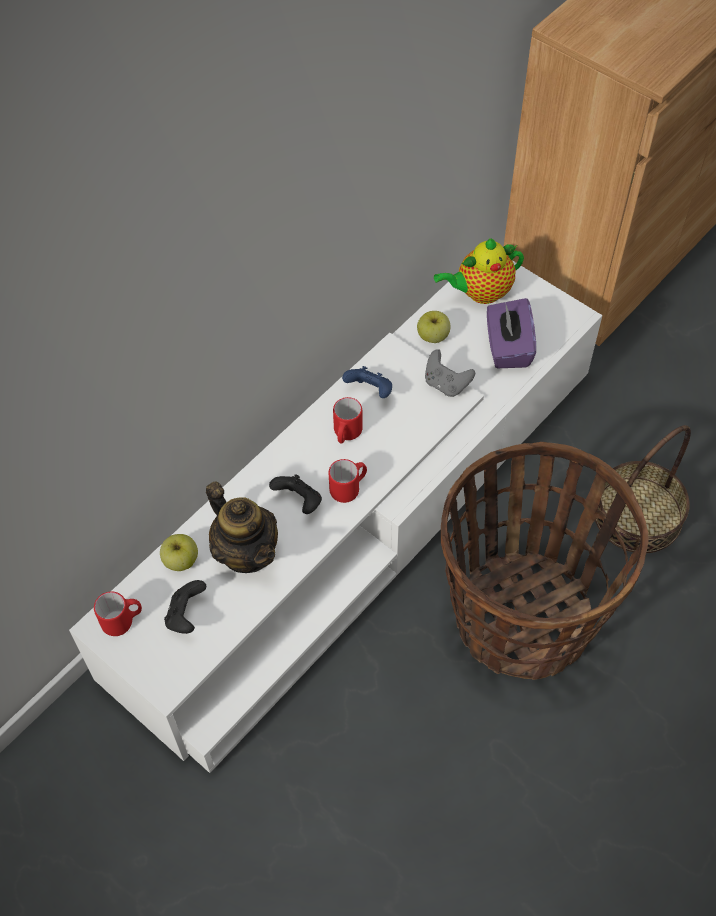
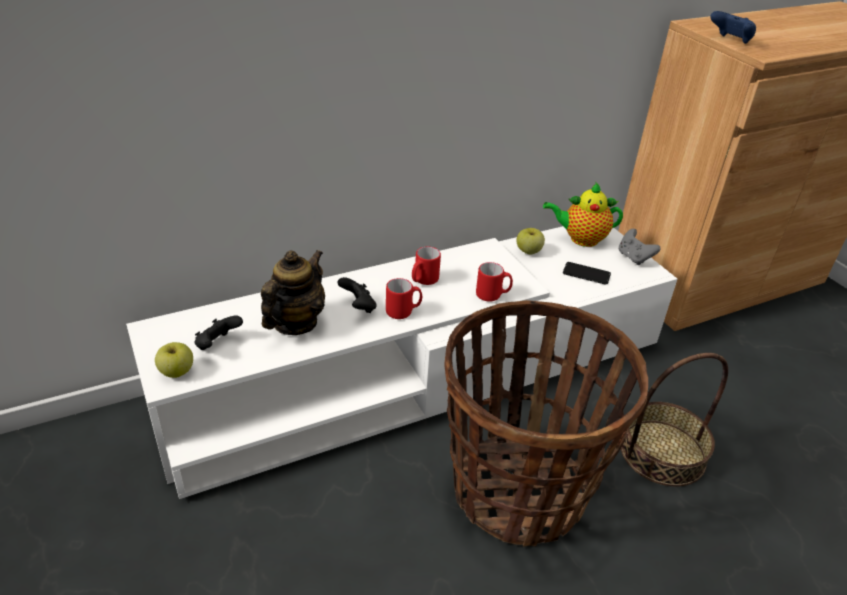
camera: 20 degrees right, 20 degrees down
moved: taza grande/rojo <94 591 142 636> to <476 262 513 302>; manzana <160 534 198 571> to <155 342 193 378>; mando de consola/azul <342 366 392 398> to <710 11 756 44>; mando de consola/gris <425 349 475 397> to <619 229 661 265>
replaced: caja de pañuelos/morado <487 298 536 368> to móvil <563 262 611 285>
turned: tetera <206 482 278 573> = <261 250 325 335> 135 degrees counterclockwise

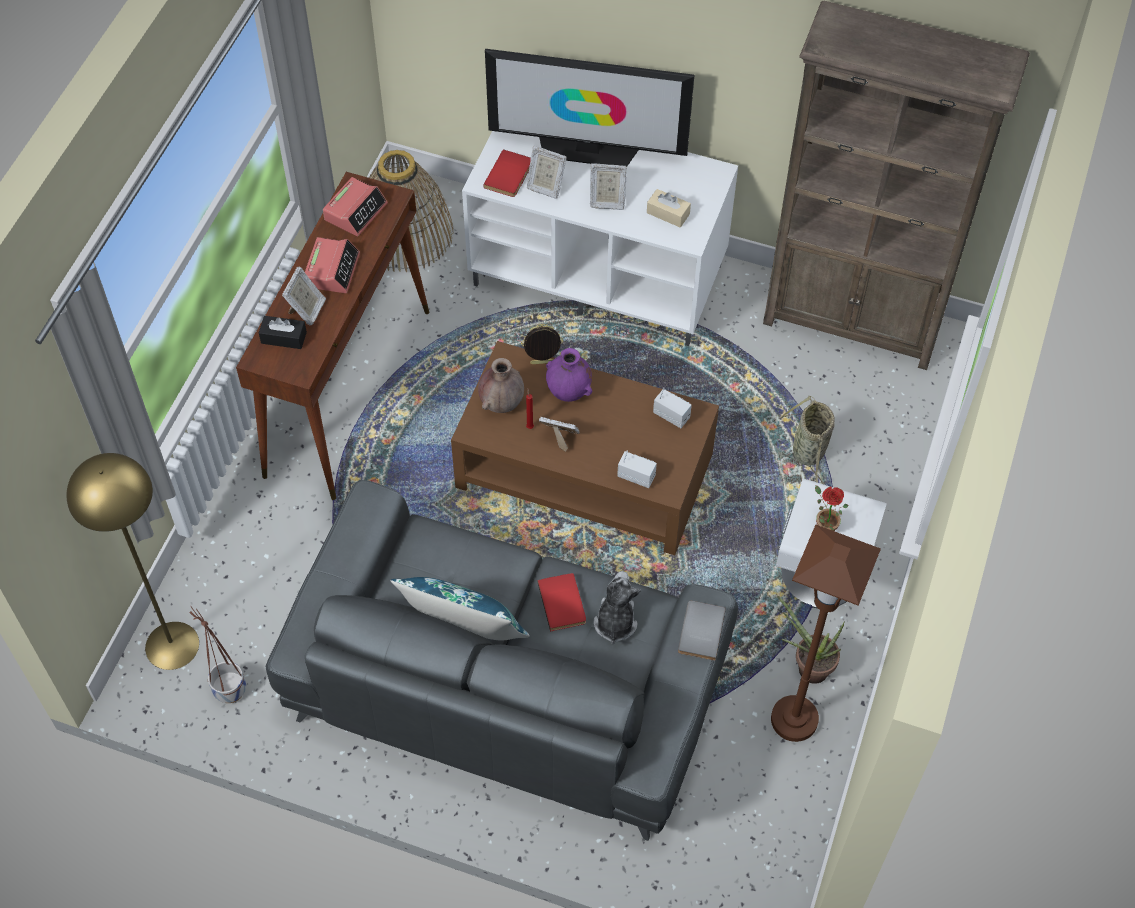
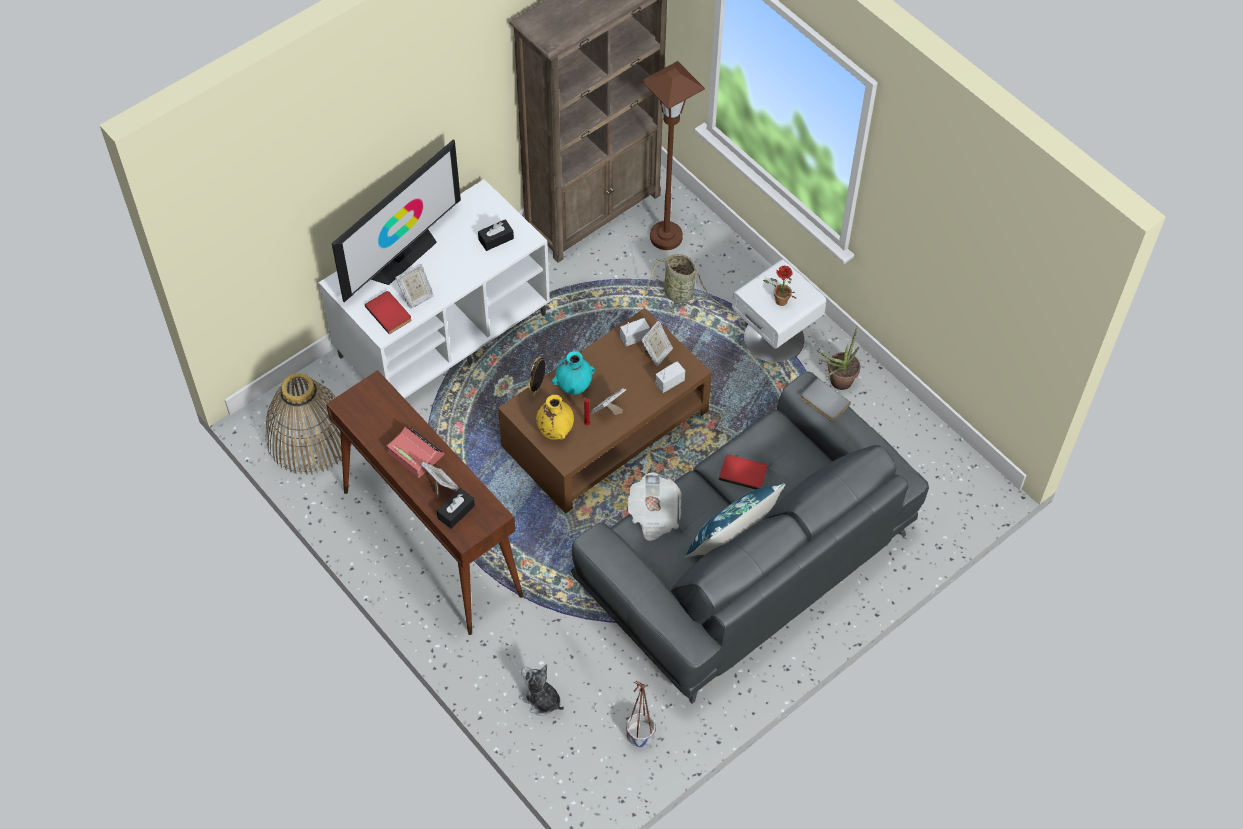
camera: 60 degrees left, 0 degrees up
removed: lámpara de pie/amarillo <67 453 199 670>; despertador <323 177 388 236>
added: periódico <627 472 681 541>
moved: portarretratos <590 163 627 210> to <641 321 673 366>; peluche <594 571 641 645> to <519 664 564 716>; lámpara de pie/marrón <771 524 881 742> to <641 61 705 250>
recoloured: florero/marrón <478 358 524 413> to florero/amarillo <536 395 574 440>; florero/morado <546 348 592 402> to florero/turquesa <552 351 595 395>; caja de pañuelos/beis <647 189 691 228> to caja de pañuelos/negro <478 219 514 251>

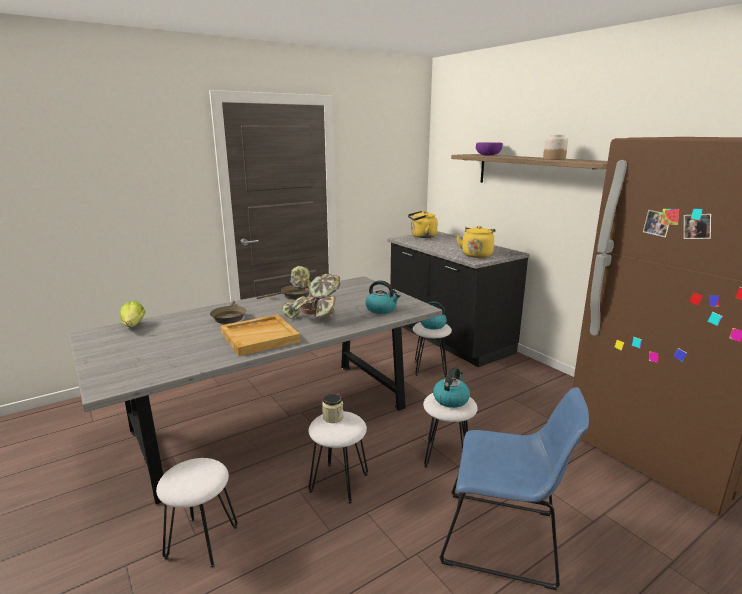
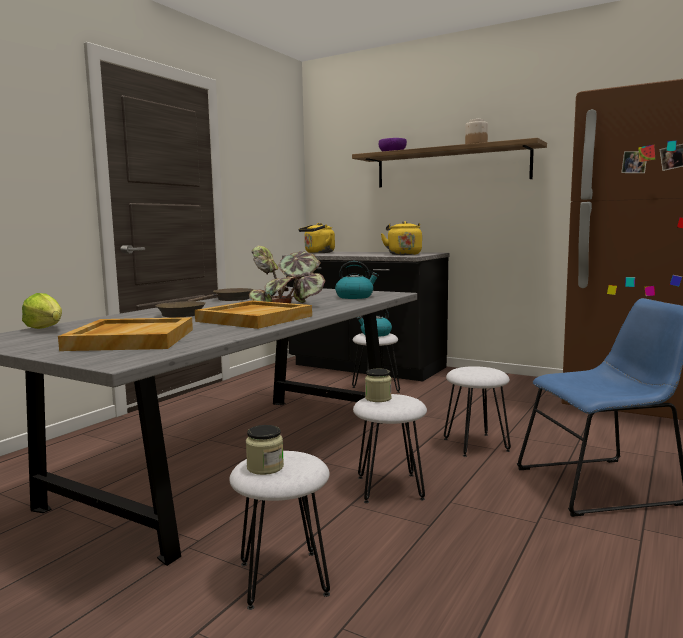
camera: 25 degrees left, 10 degrees down
removed: hervidor <433 367 470 408>
added: bandeja/beis <58 317 193 351>; tarro <246 425 284 475>

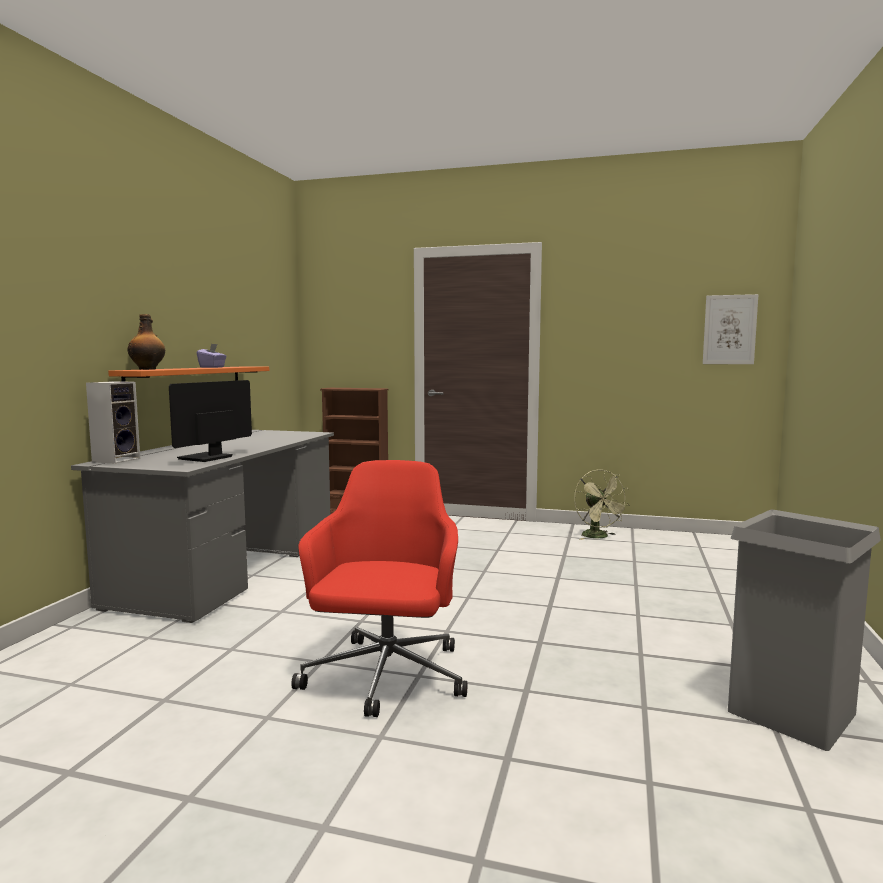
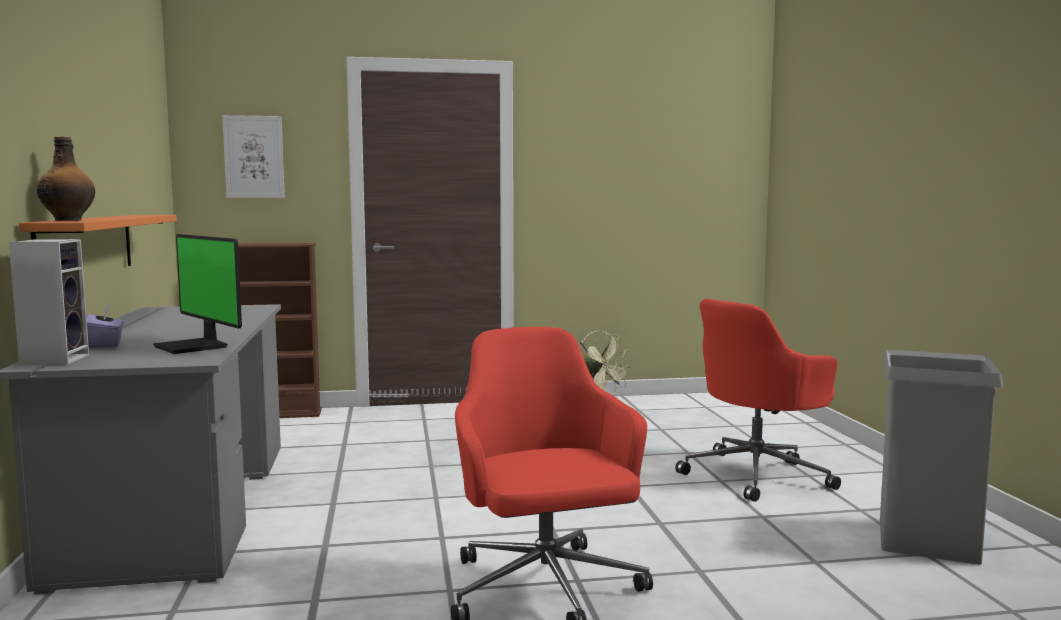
camera: 25 degrees left, 0 degrees up
added: silla de oficina/rojo <675 299 841 502>
moved: caja de pañuelos/morado <197 344 227 368> to <86 304 124 349>; cuadro <703 294 758 364> to <222 115 285 198>
turned: monitor <169 380 252 462> = <153 234 242 354> 45 degrees counterclockwise

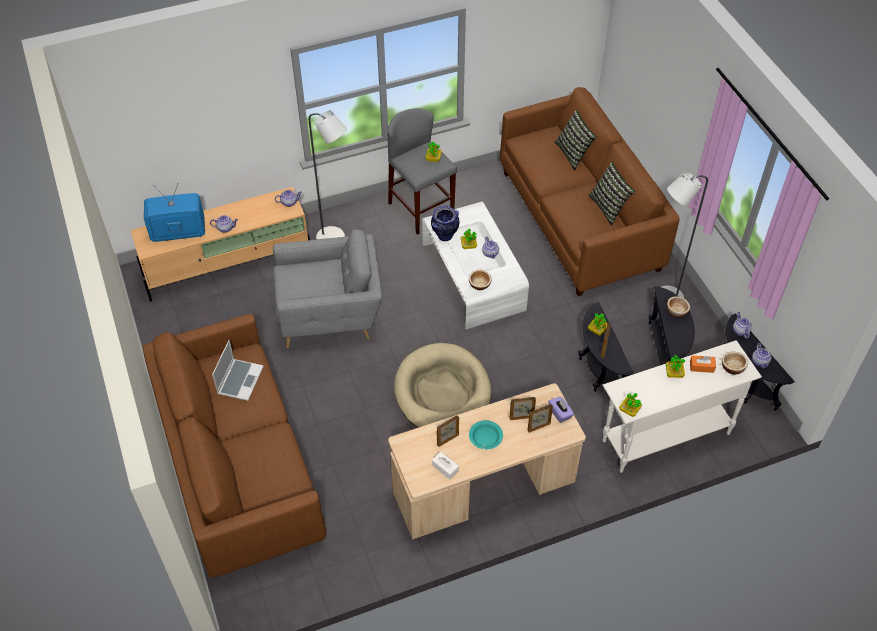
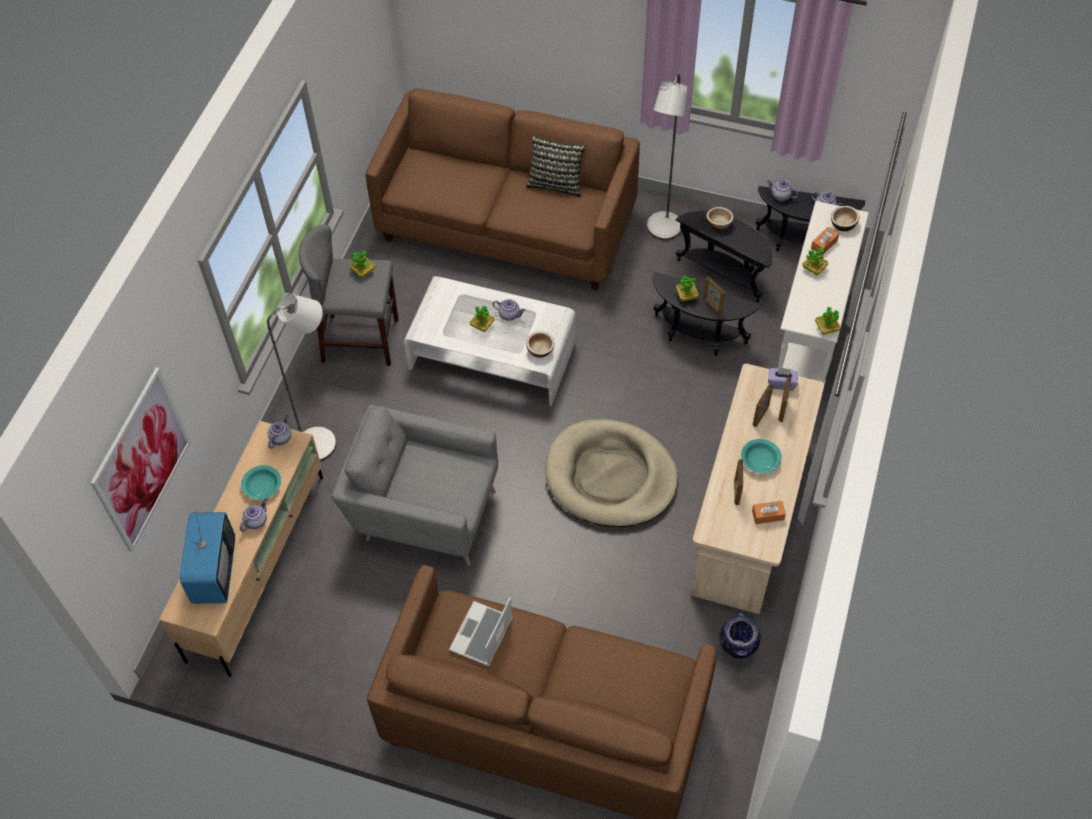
camera: 50 degrees left, 5 degrees up
removed: cojín <555 110 597 171>
added: cuadro <90 367 191 552>; cuenco/turquesa <241 465 281 500>
moved: florero <431 206 459 241> to <719 613 760 659>
recoloured: caja de pañuelos/blanco <432 452 459 480> to caja de pañuelos/naranja <752 501 786 524>
turned: televisor <144 184 205 242> = <180 510 235 603> 150 degrees clockwise; portátil <212 340 264 401> = <449 598 513 666> 120 degrees counterclockwise; sillón/gris <273 229 382 349> = <331 405 498 566> 105 degrees counterclockwise

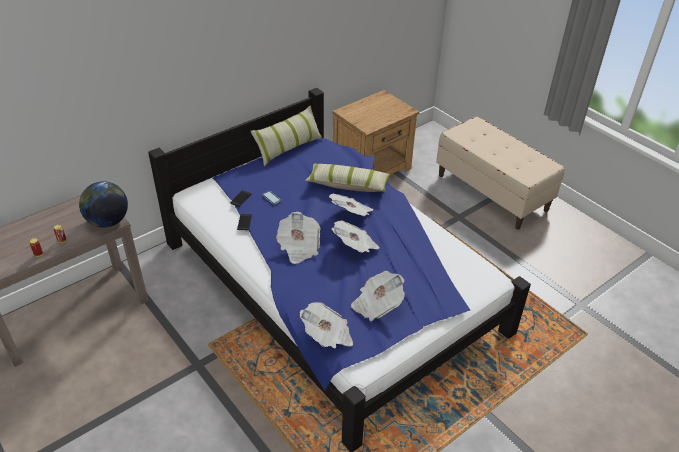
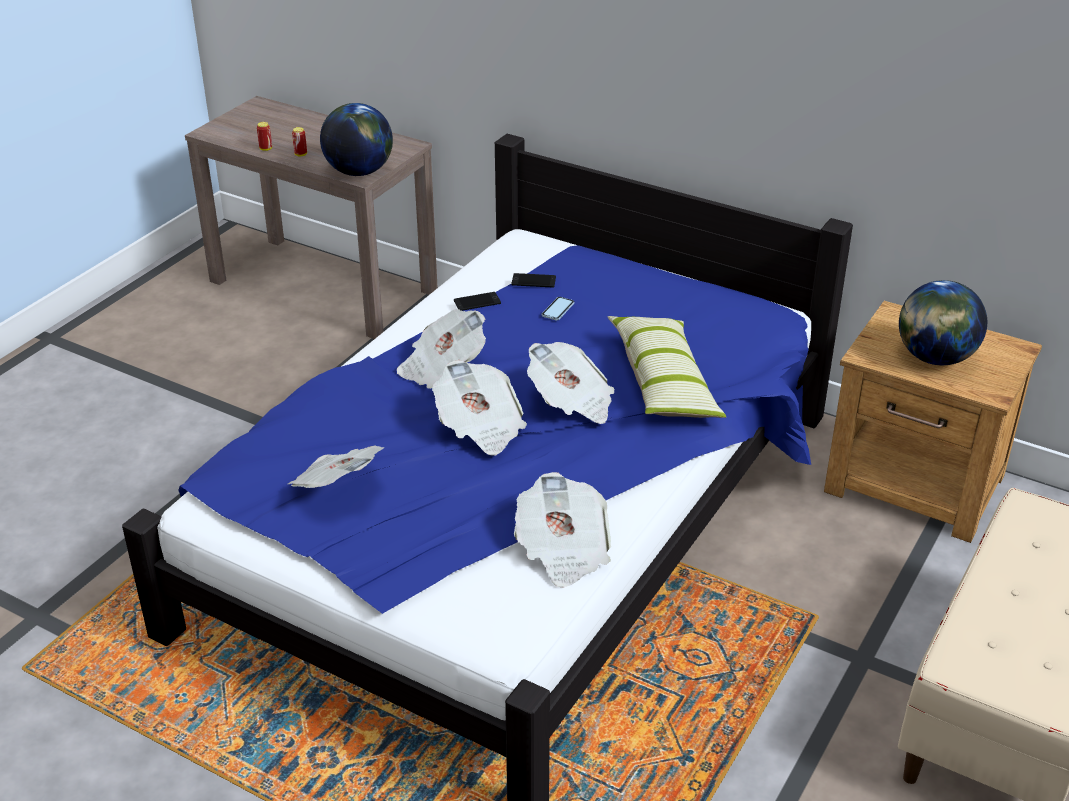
camera: 70 degrees right, 5 degrees down
removed: cojín <251 105 322 166>
added: globo terráqueo <899 280 987 365>
moved: periódico <300 302 353 348> to <513 472 611 588>

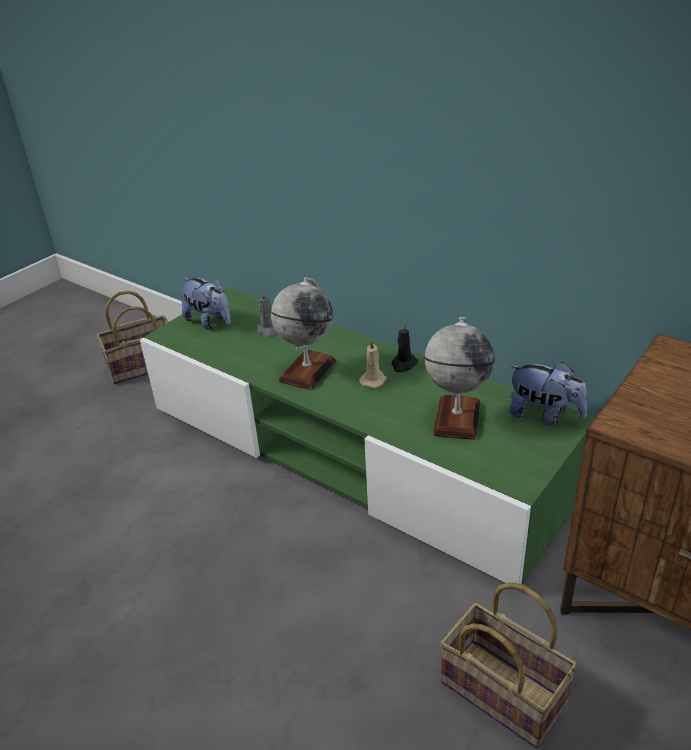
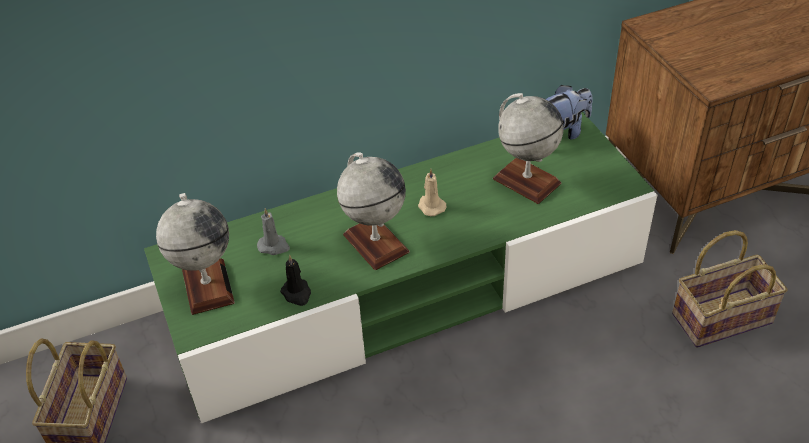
camera: 60 degrees left, 10 degrees up
moved: vela/negro <391 323 418 373> to <280 254 311 306>
replaced: peluche <181 278 231 329> to globo terráqueo <156 193 235 315>

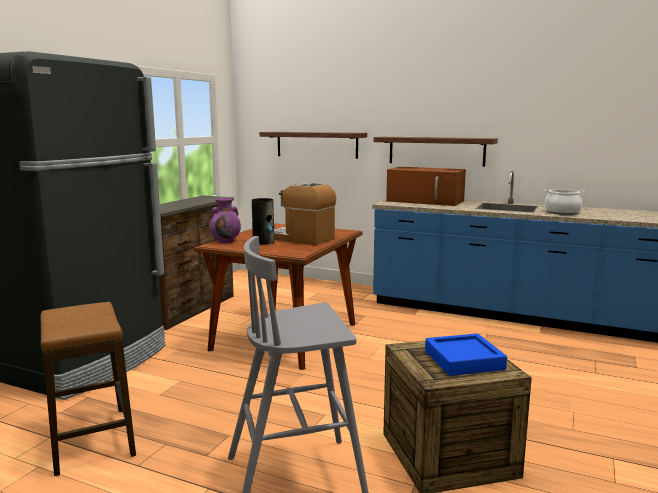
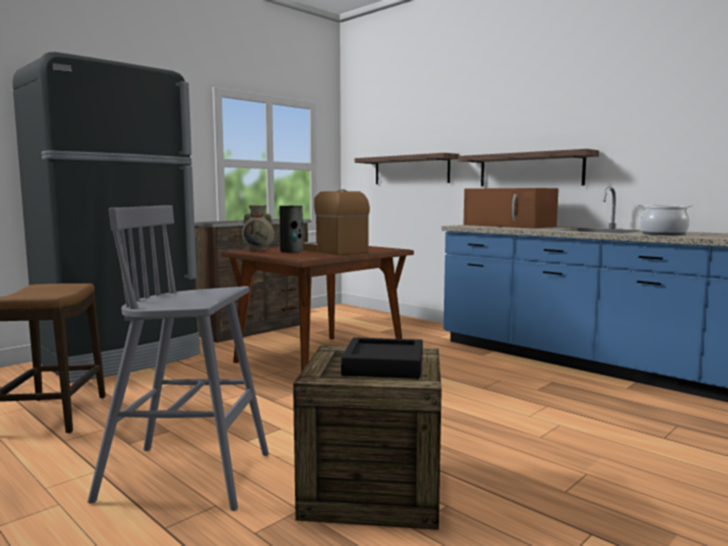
camera: 20 degrees right, 5 degrees down
recoloured: florero/morado <209 198 241 243> to florero/beis <242 205 274 251>; bandeja/azul <425 333 507 376> to bandeja/negro <341 337 423 379>

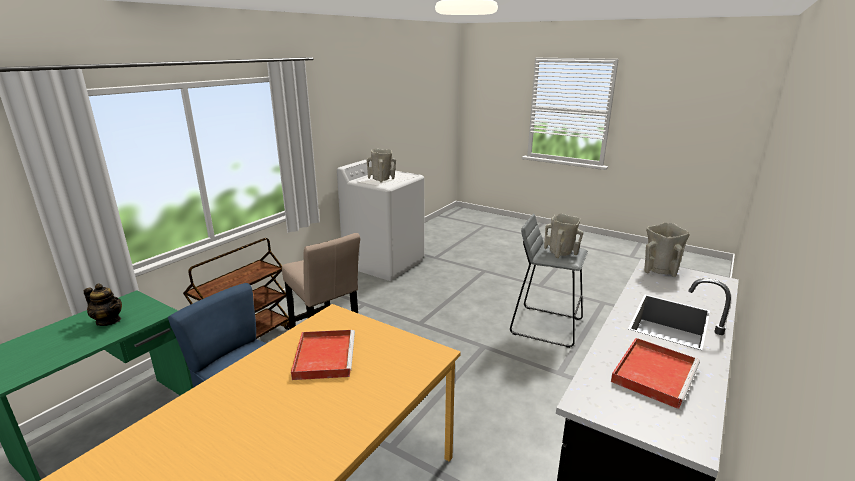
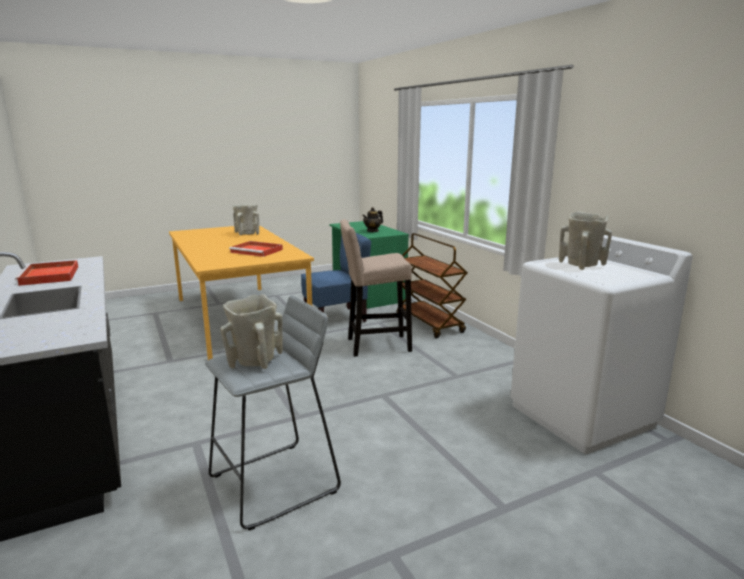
camera: 120 degrees right, 5 degrees down
moved: florero/beis <644 223 689 277> to <232 204 259 236>

